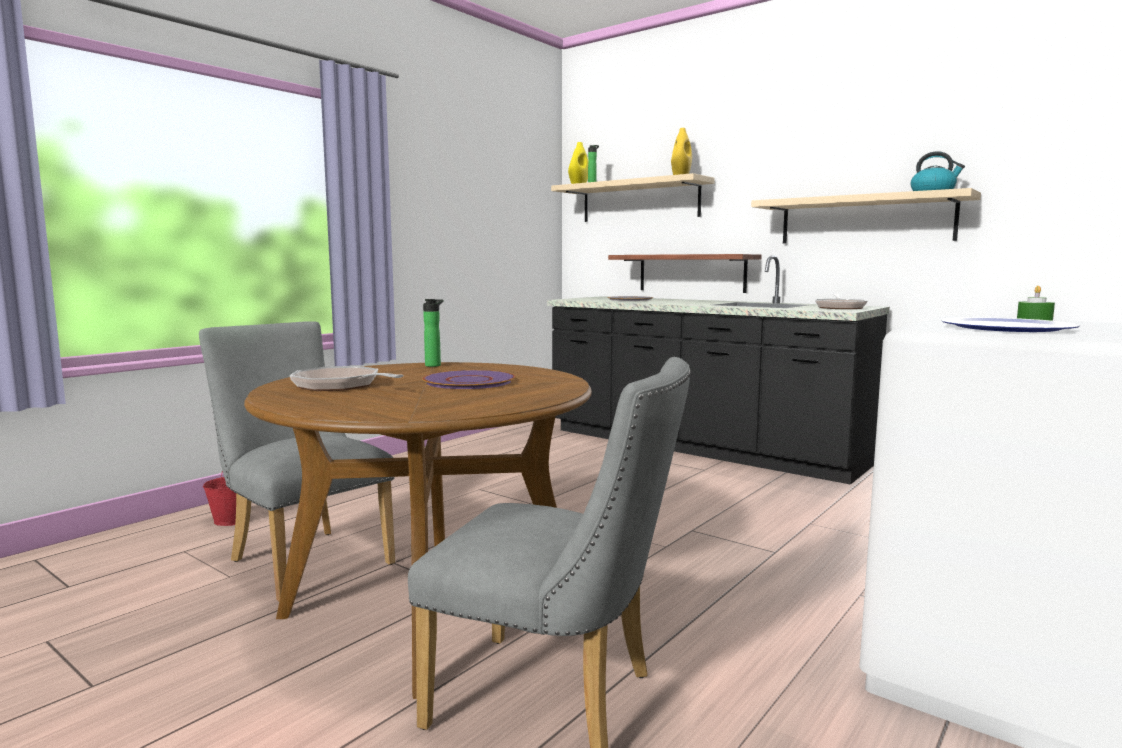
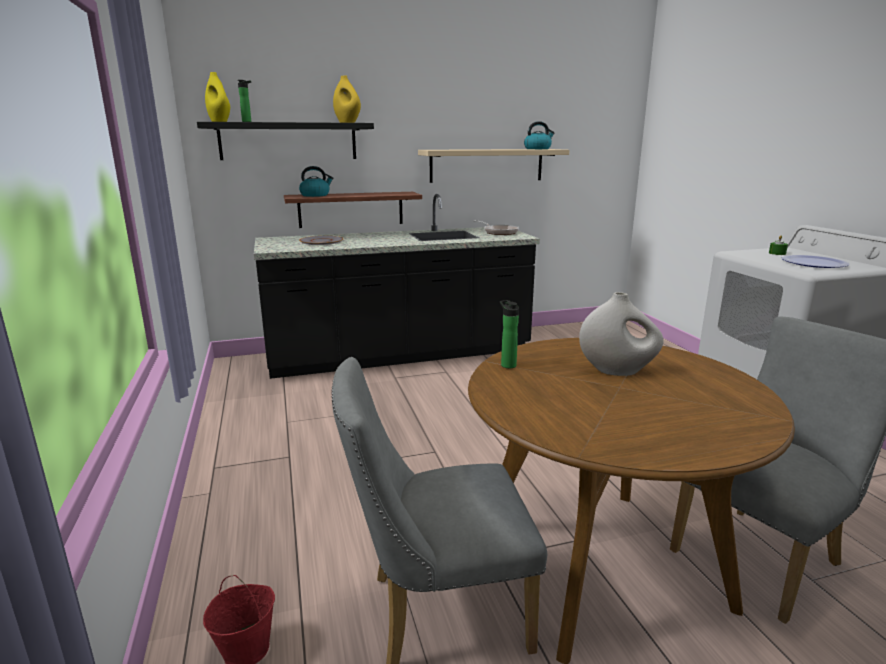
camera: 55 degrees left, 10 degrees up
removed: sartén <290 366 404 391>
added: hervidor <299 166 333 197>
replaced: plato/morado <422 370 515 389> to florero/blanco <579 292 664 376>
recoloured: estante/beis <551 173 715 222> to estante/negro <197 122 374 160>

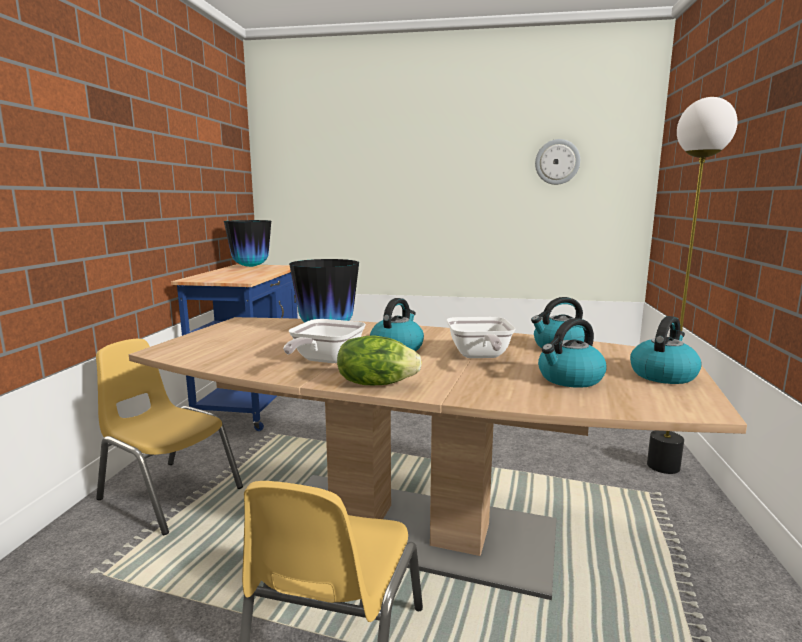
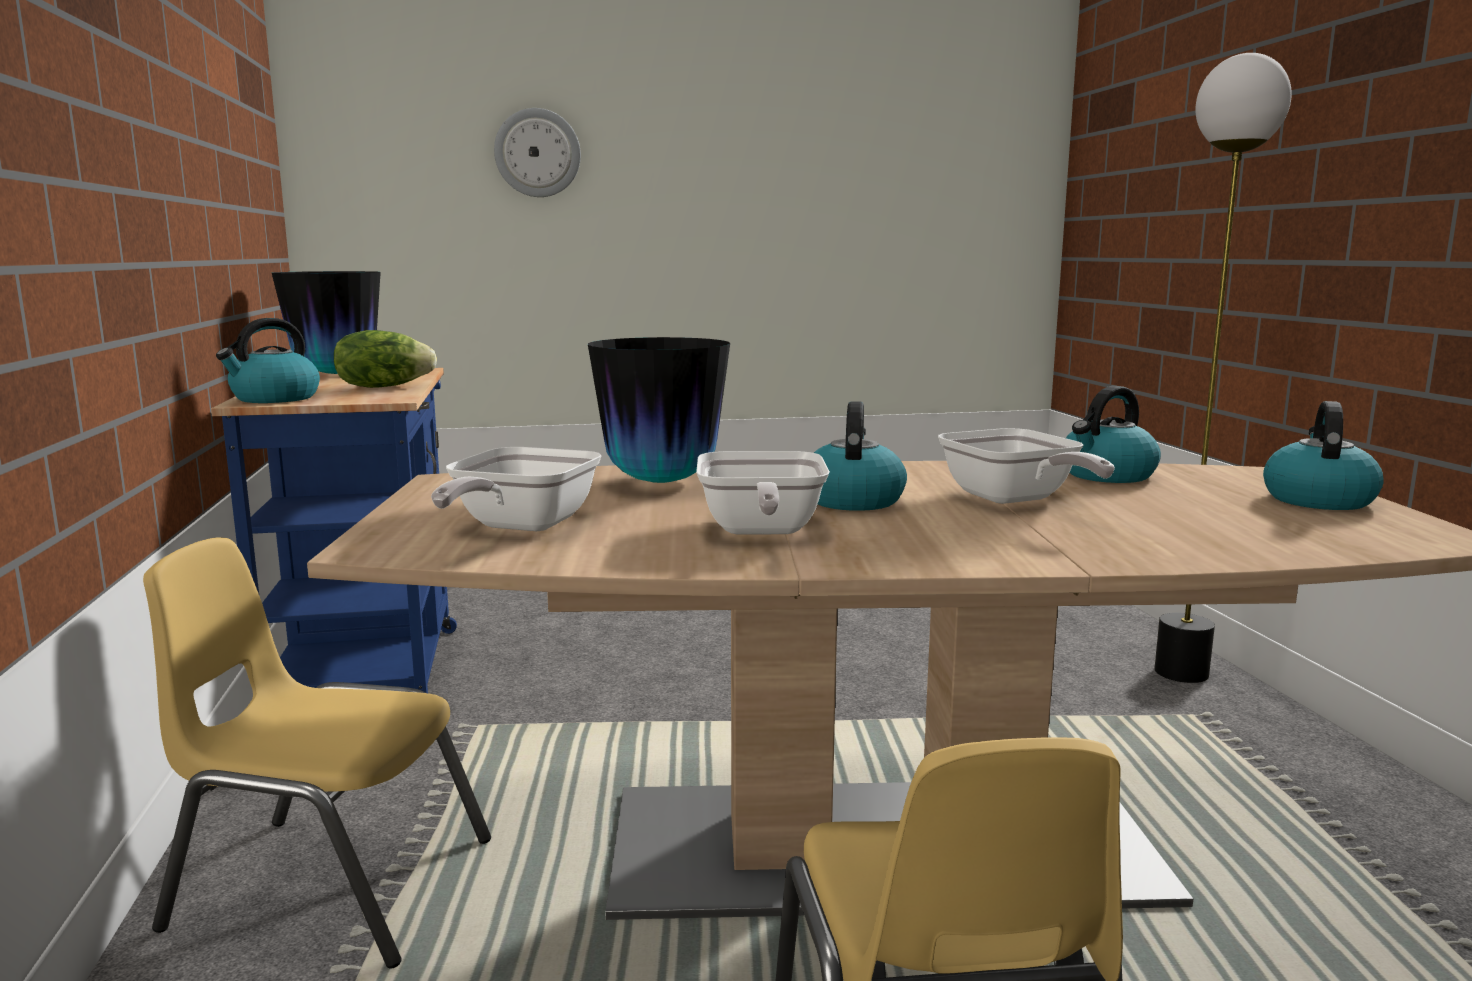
camera: 20 degrees left, 0 degrees up
added: sartén <431 447 602 531>
moved: lechuga <337 335 422 385> to <334 330 437 388>; reloj de pared <535 139 580 185> to <494 108 581 197>; hervidor <538 318 607 388> to <216 318 320 403>

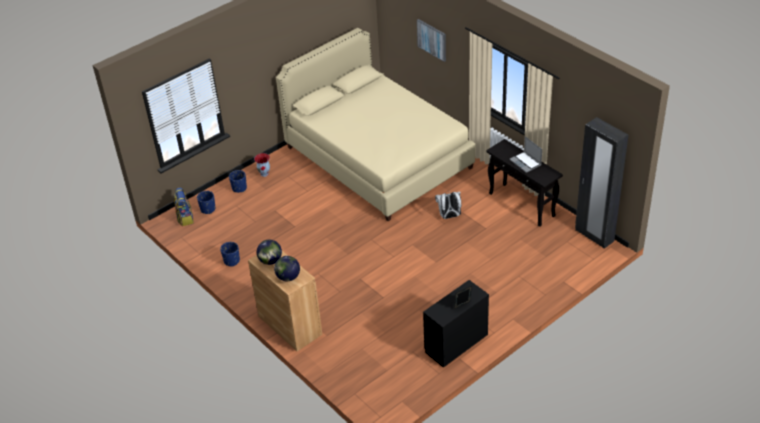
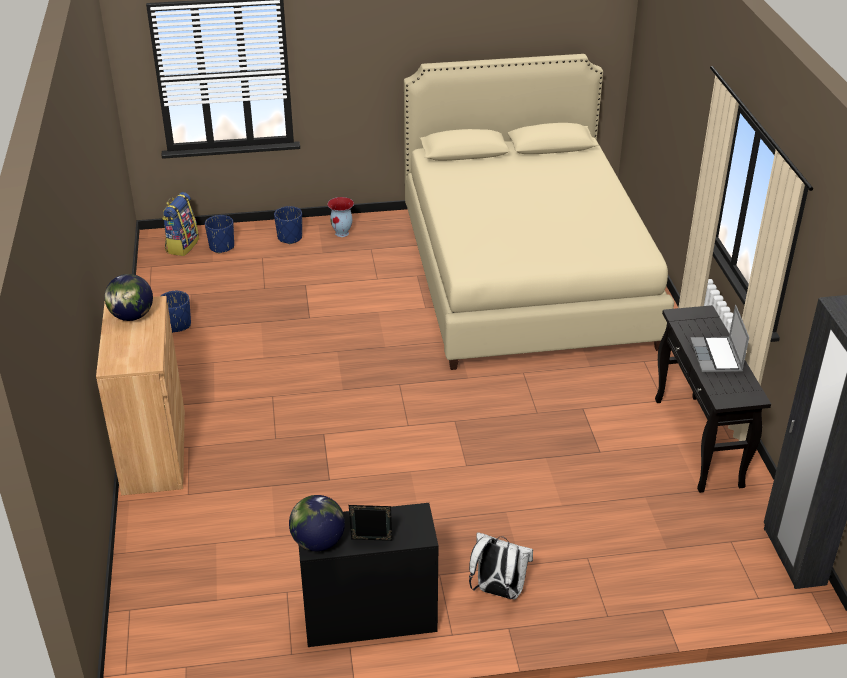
camera: 30 degrees right, 5 degrees down
removed: cuadro <417 19 446 62>
moved: globo terráqueo <274 256 300 281> to <289 495 345 551>; mochila/blanco <435 191 461 219> to <469 532 533 599>

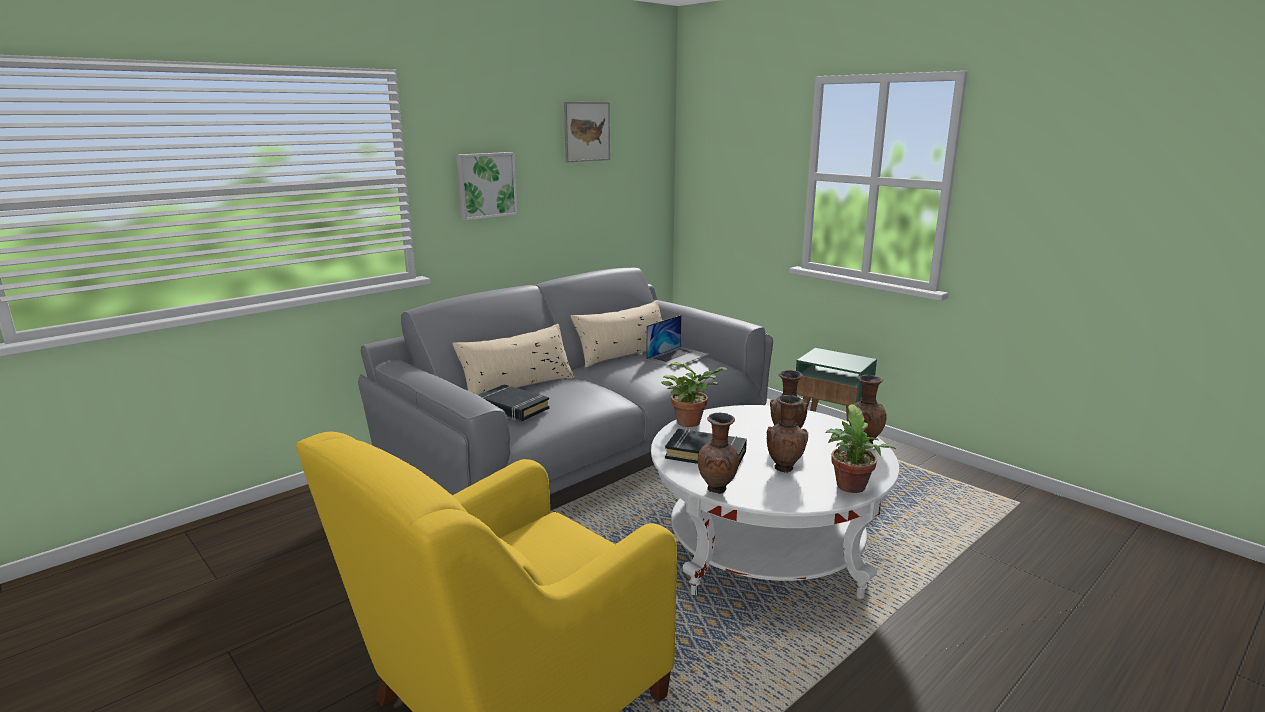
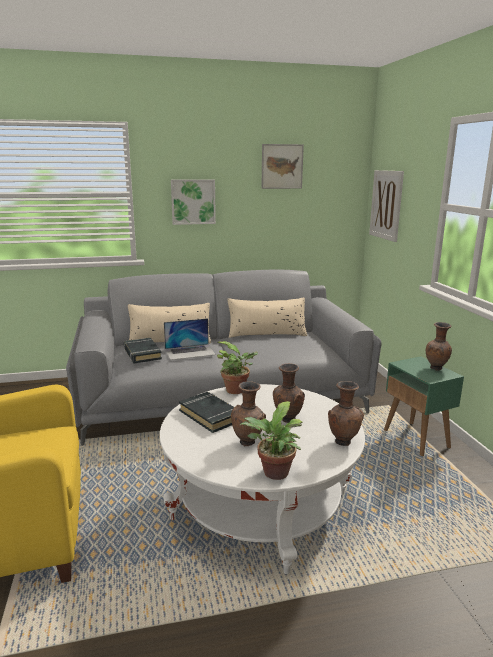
camera: 30 degrees right, 0 degrees up
added: cuadro <369 170 404 242>
moved: portátil <646 315 709 368> to <164 318 216 360>; florero/marrón <698 413 739 494> to <426 322 452 370>

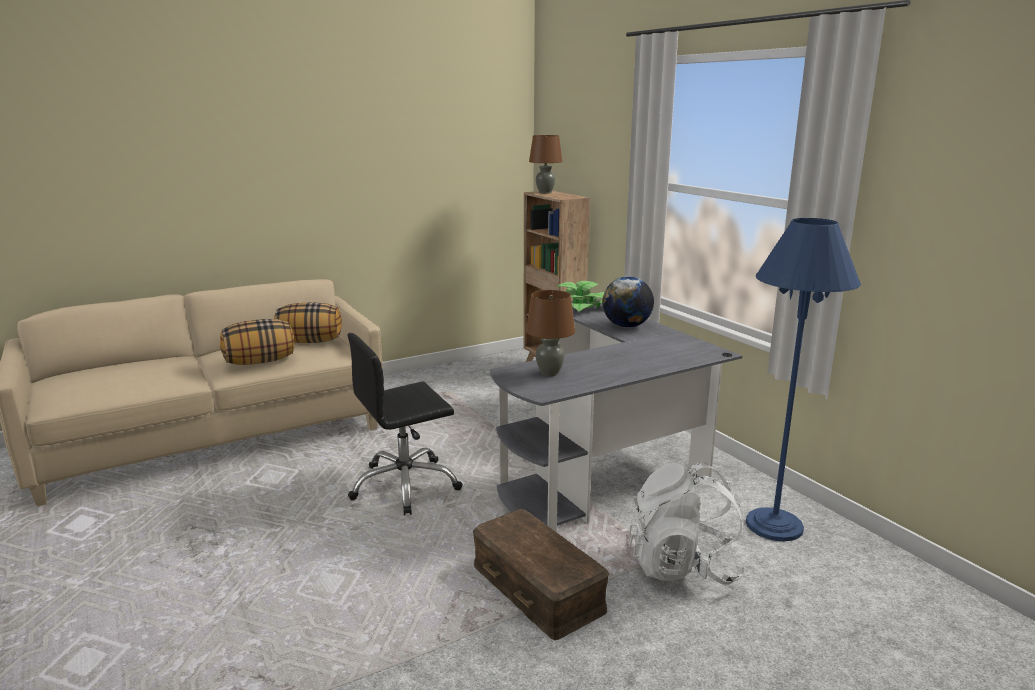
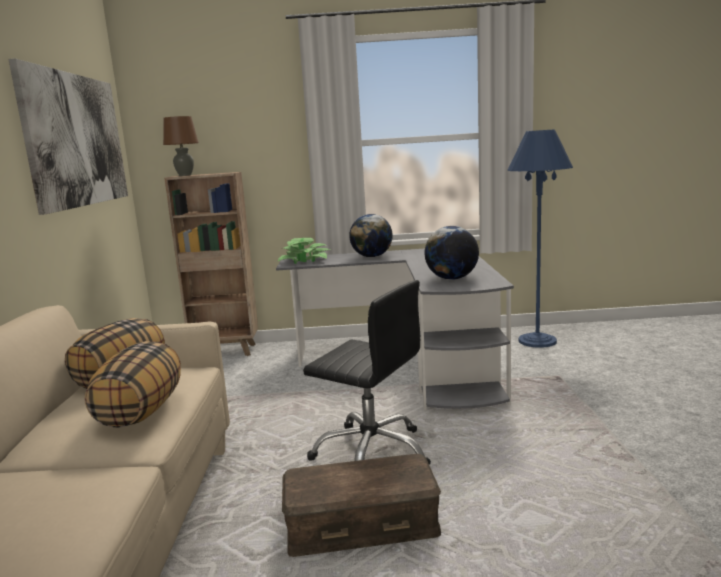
camera: 60 degrees left, 5 degrees down
removed: mochila/blanco <629 462 746 585>
added: cuadro <8 59 128 215>
moved: caja de almacenaje/marrón <473 509 609 640> to <282 454 441 557>
replaced: lámpara de mesa/marrón <526 290 575 376> to globo terráqueo <425 226 479 280>
turned: silla de oficina/negro <347 333 463 515> = <303 280 431 465> 60 degrees counterclockwise

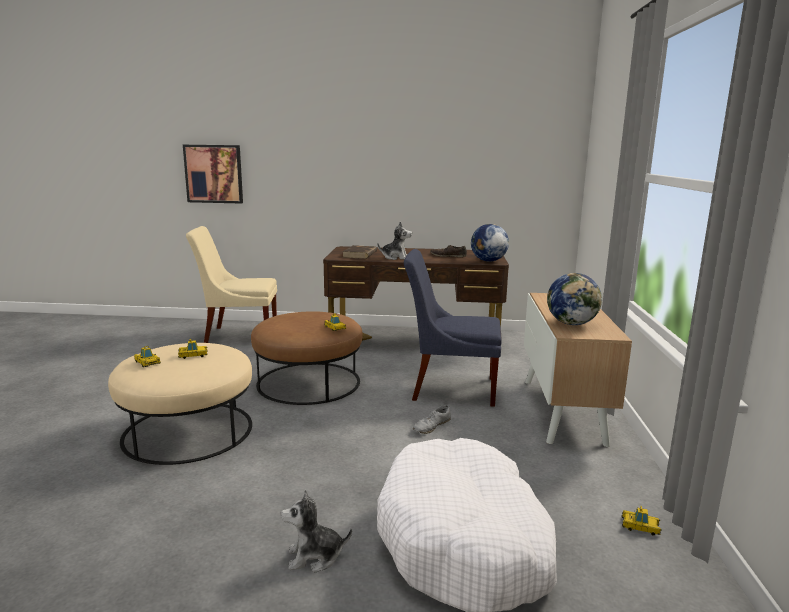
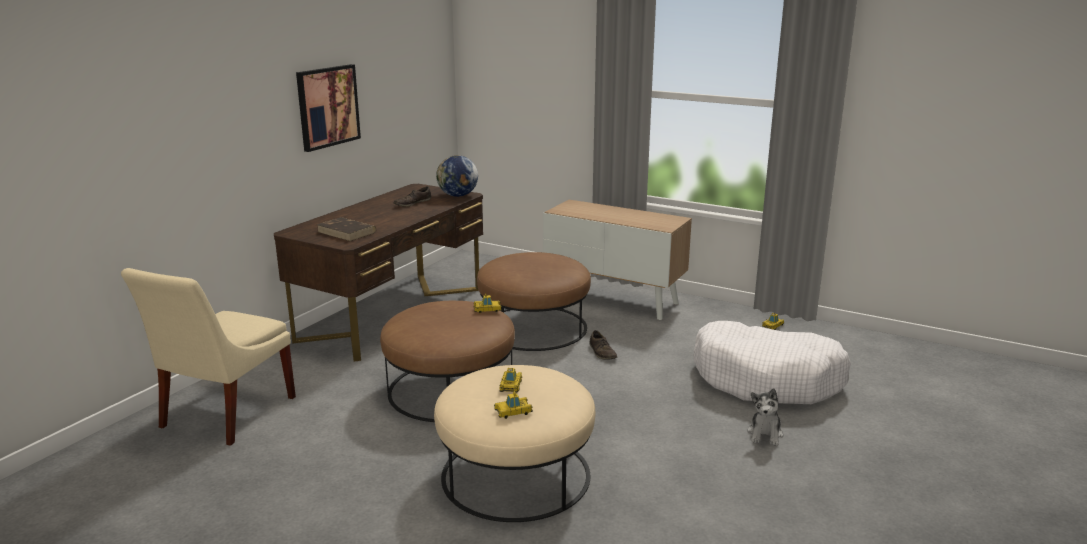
camera: 65 degrees left, 5 degrees up
removed: peluche <377 221 412 260>; globo terráqueo <547 273 602 325>
moved: cuadro <183 145 243 204> to <296 64 361 152>
replaced: silla/azul <404 249 502 407> to puf/marrón <477 252 591 351>
recoloured: zapato/gris <413 405 451 434> to zapato/marrón <589 330 617 360>

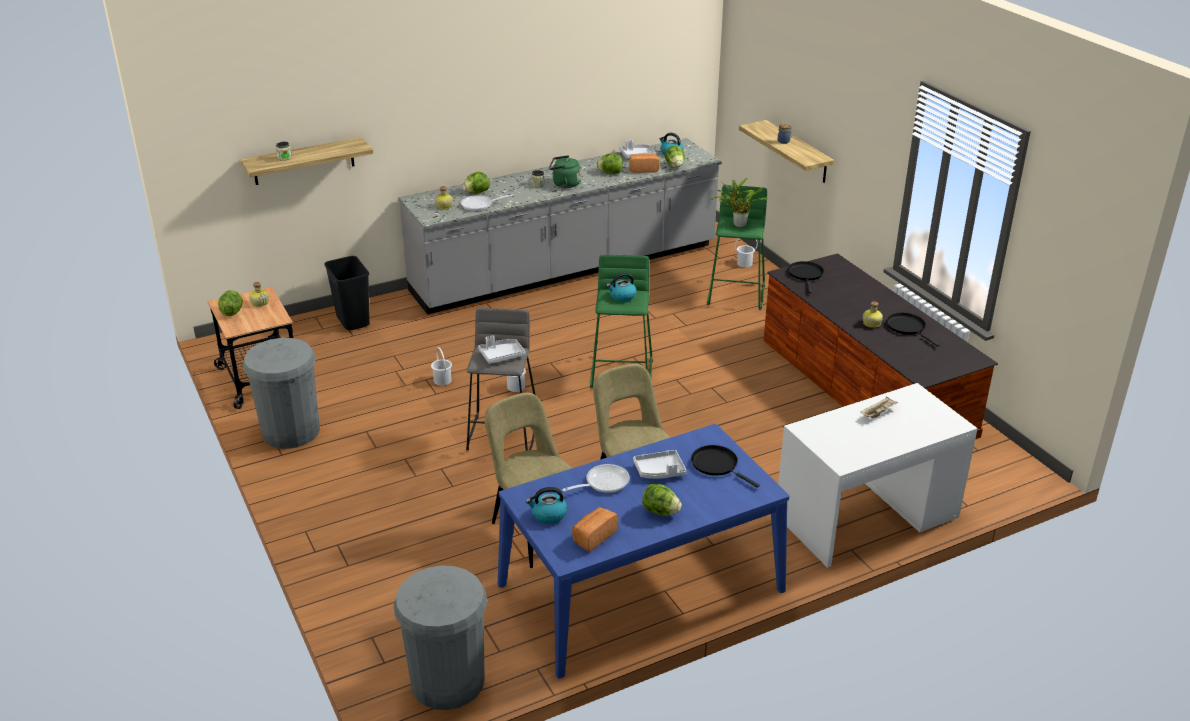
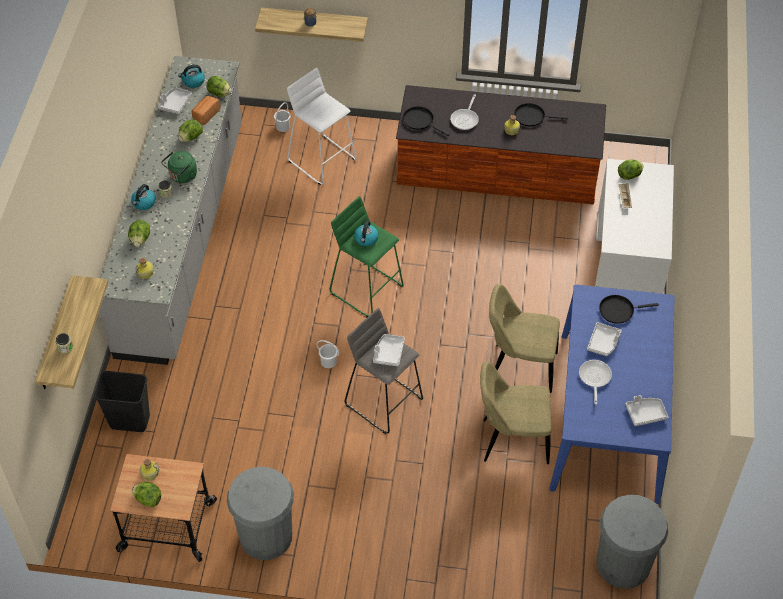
camera: 55 degrees left, 20 degrees up
removed: cubo/blanco <431 347 452 386>; planta en maceta <711 178 768 228>
moved: sartén <461 195 512 211> to <450 94 479 130>; hervidor <526 487 567 524> to <131 184 156 210>; lechuga <642 484 682 516> to <618 159 643 180>
replaced: pan <572 507 618 552> to bandeja/gris <626 395 668 426>
recoloured: taburete/verde <707 185 767 310> to taburete/blanco <287 68 357 185>

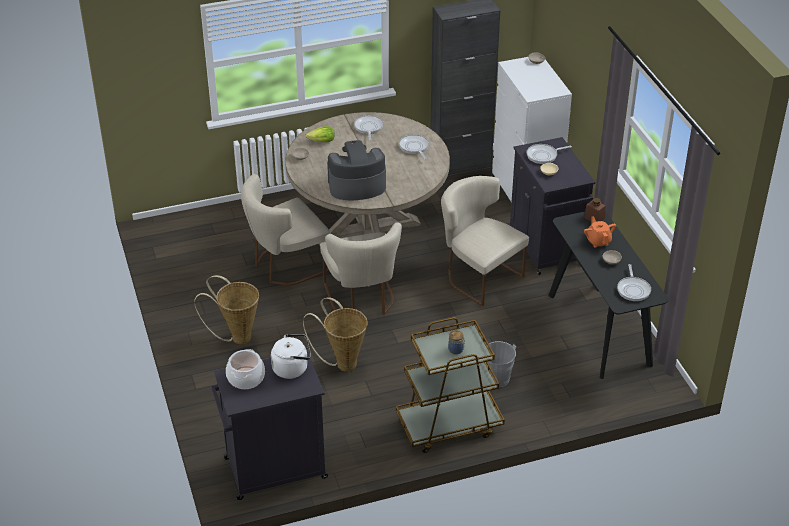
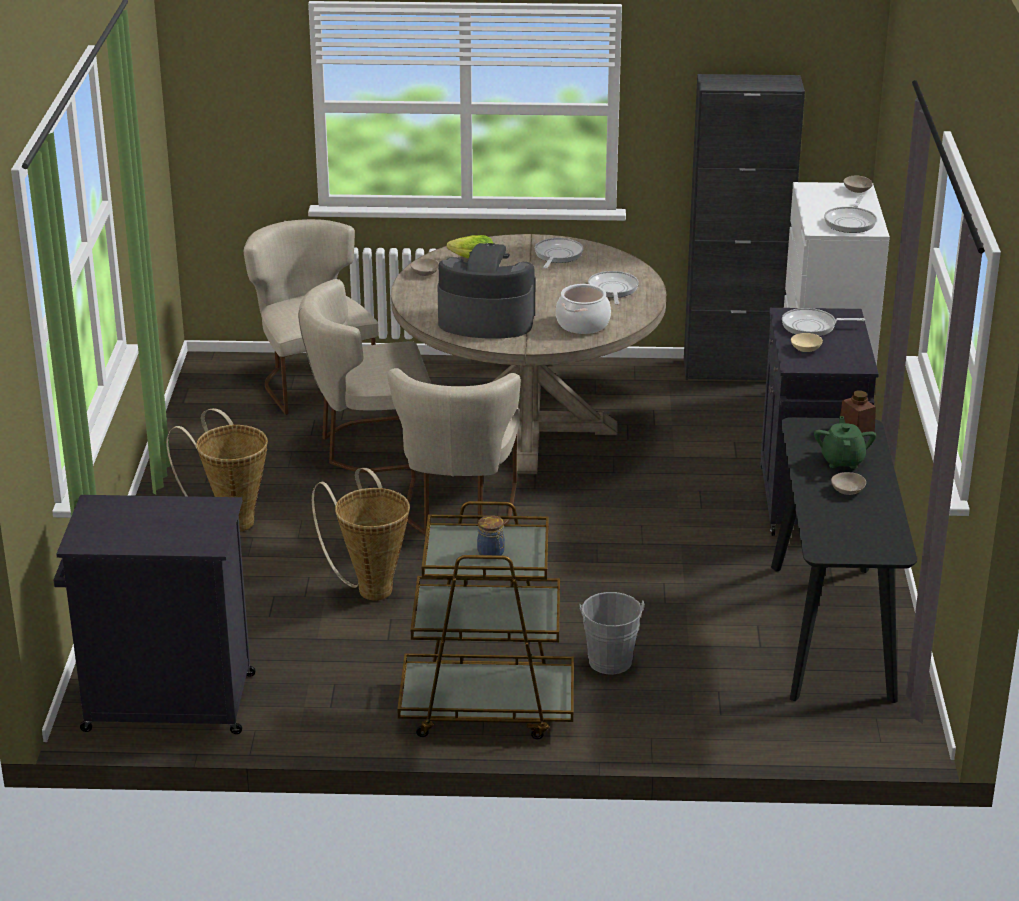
camera: 20 degrees right, 10 degrees down
removed: hervidor/blanco <271 334 311 379>
moved: olla <226 349 265 389> to <556 284 611 334>; silla/beis <441 176 529 306> to <244 219 378 415>; sartén <617 264 651 301> to <824 195 877 233>
recoloured: tetera/naranja <584 216 616 247> to tetera/verde <814 416 876 469>

